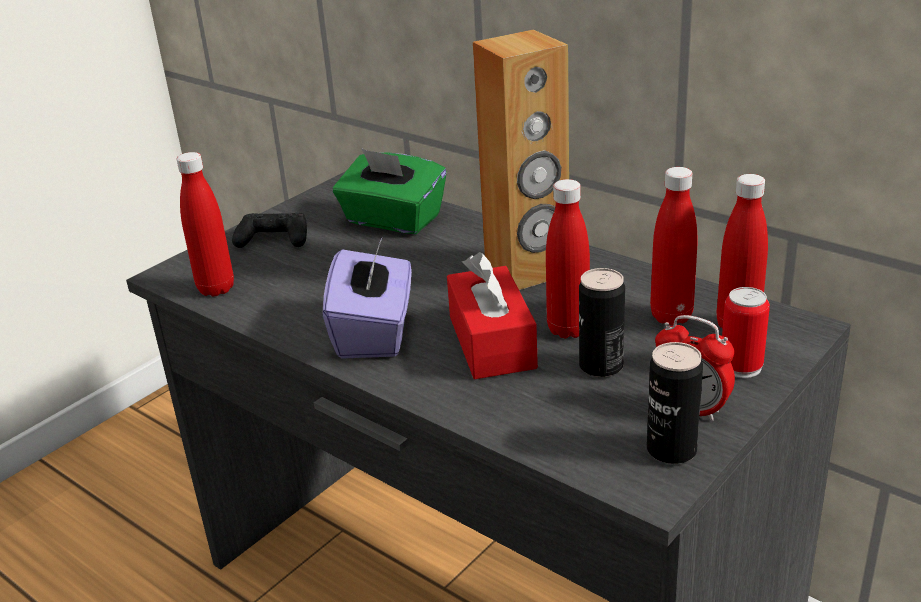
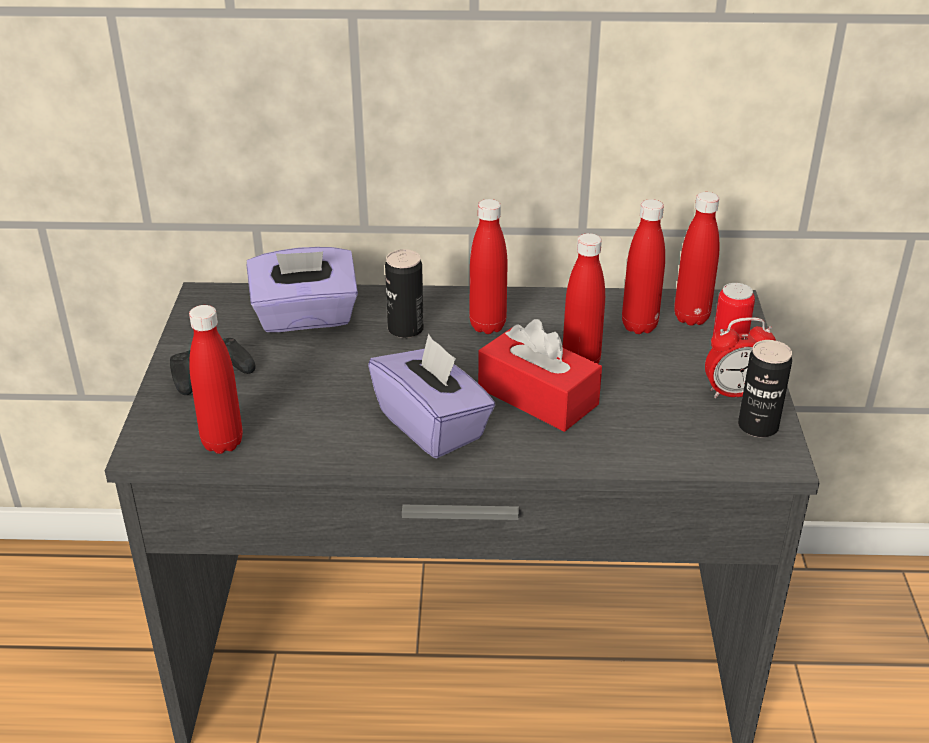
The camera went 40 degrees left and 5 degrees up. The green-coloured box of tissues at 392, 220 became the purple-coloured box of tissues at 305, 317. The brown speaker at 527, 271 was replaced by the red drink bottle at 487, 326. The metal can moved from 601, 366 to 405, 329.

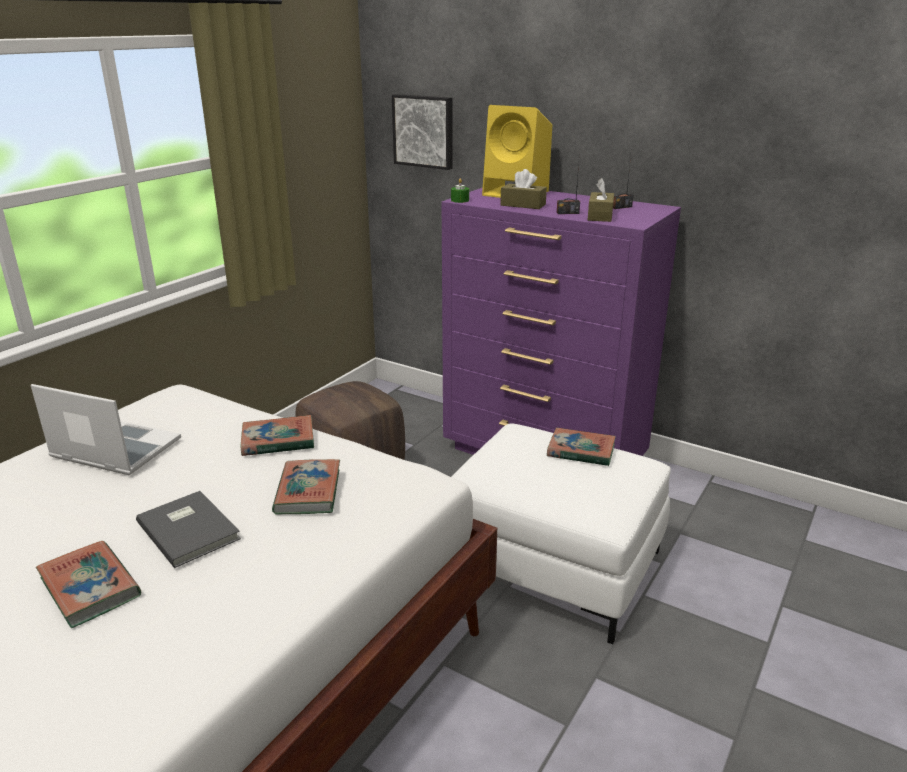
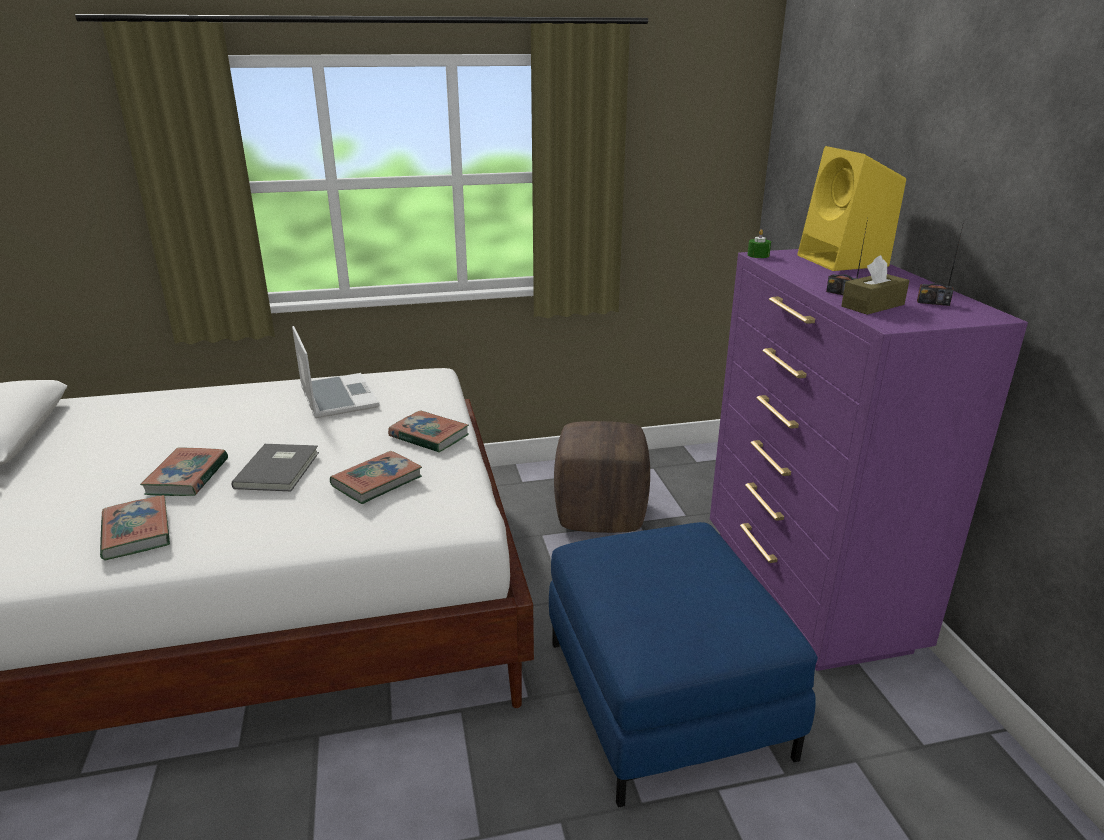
The camera went 45 degrees right and 0 degrees up. The wall picture at 424, 131 disappeared. The whitish ottoman at 553, 564 became the bluish ottoman at 665, 697. The brown box of tissues at 523, 205 disappeared. The volume moved from 581, 451 to 136, 532.

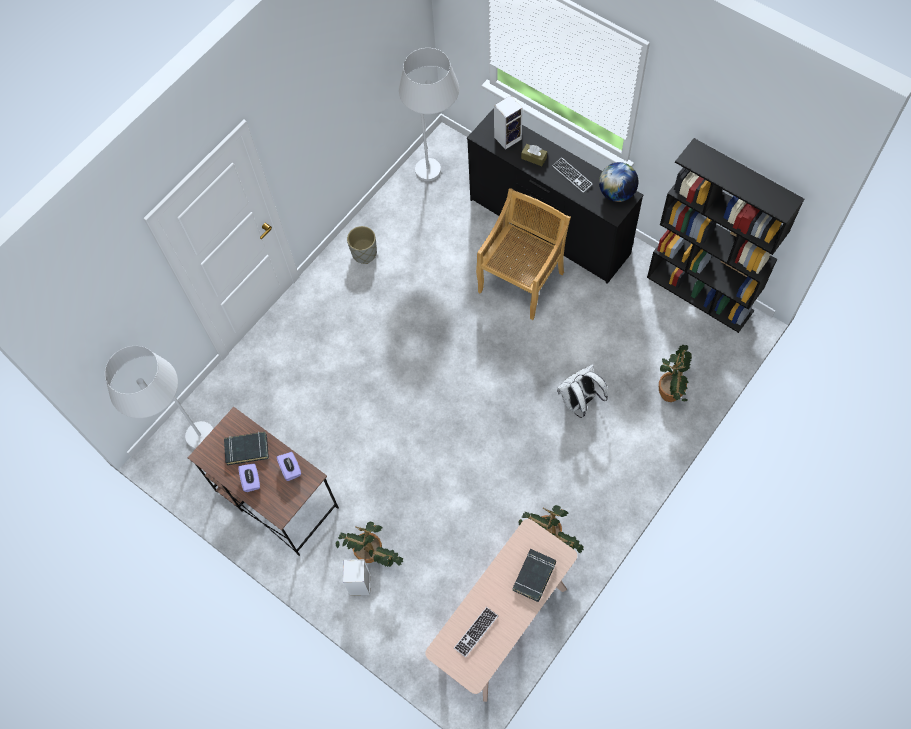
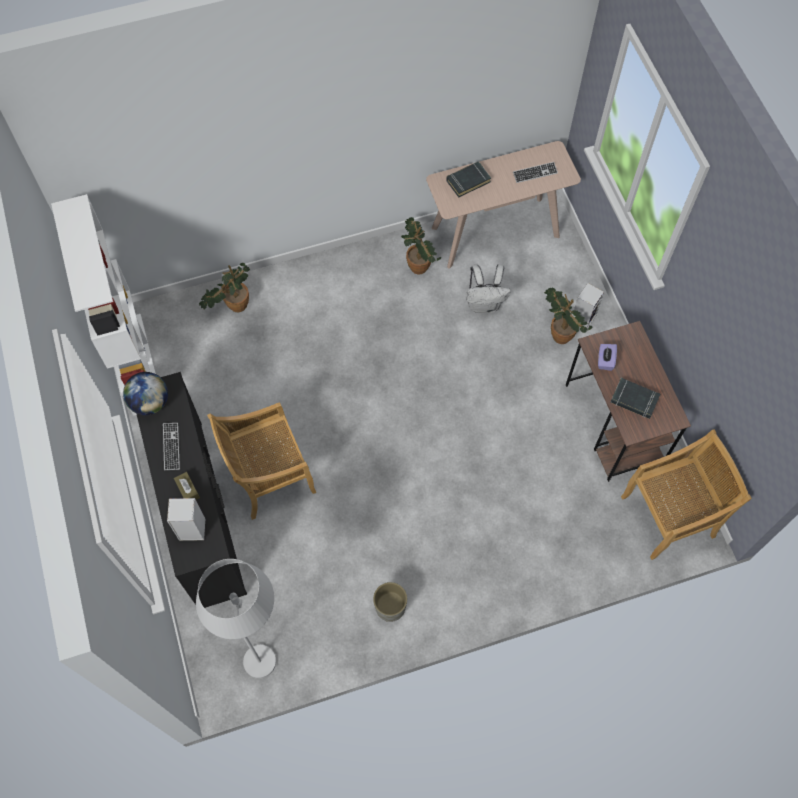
The camera went 150 degrees left and 0 degrees up. The whitish standard lamp at 190, 448 was replaced by the sand-coloured plain chair at 669, 515. The purple-coloured box of tissues at 251, 480 disappeared. The whitish backpack moved from 579, 402 to 484, 304. The black-coloured bookcase at 700, 294 became the whitish bookcase at 136, 363.

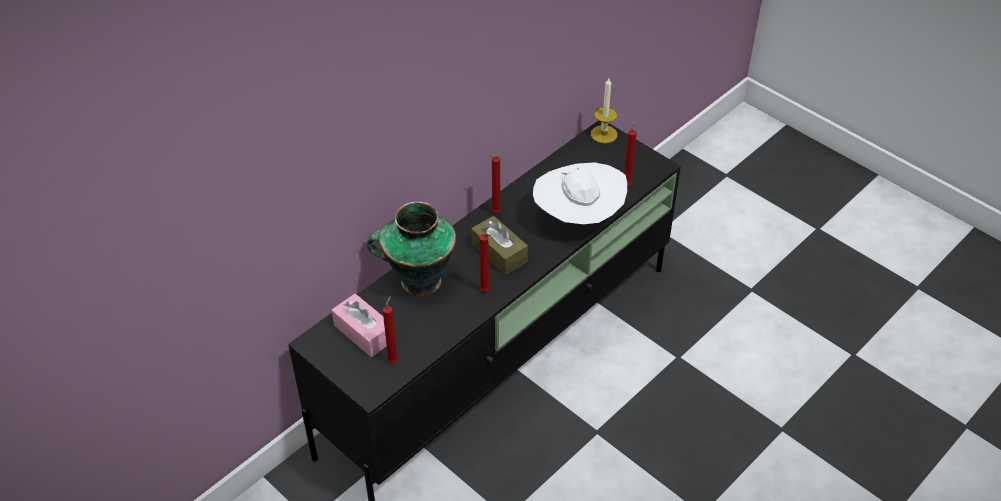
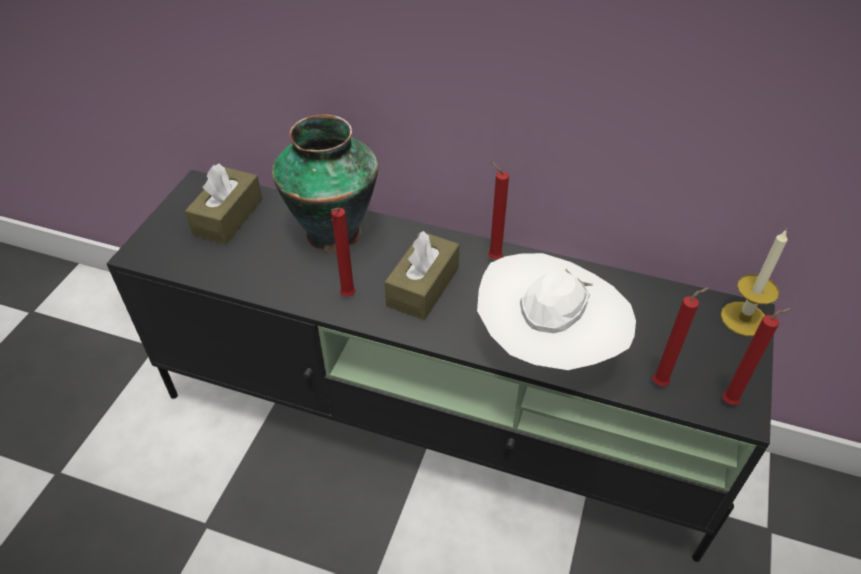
The camera went 65 degrees right and 0 degrees up. The pink-coloured box of tissues at 364, 333 became the brown box of tissues at 228, 217. The red wax candle moved from 393, 360 to 732, 401.

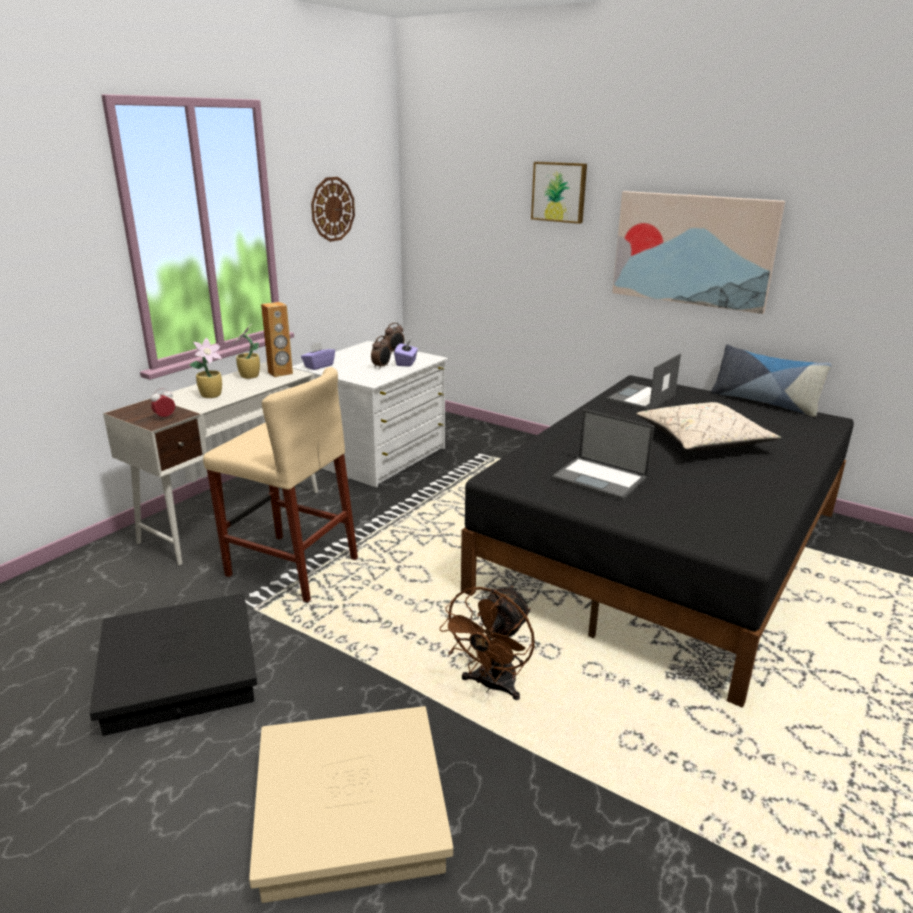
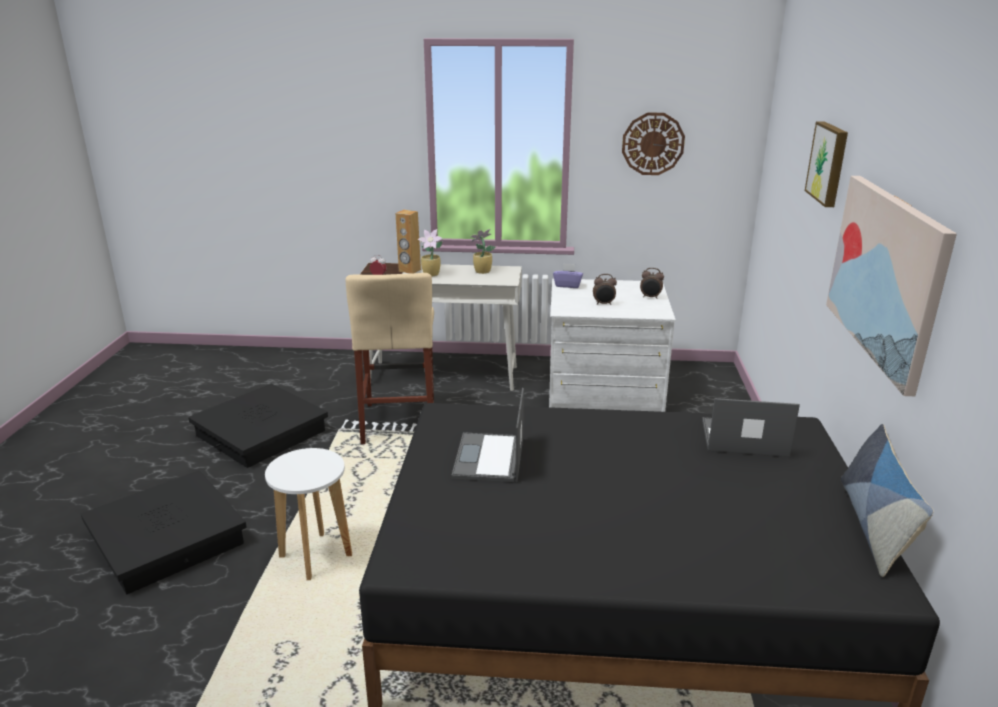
The camera went 60 degrees right and 0 degrees up. The sand-coloured storage box at 350, 809 became the black-coloured storage box at 168, 539. The brown speaker moved from 280, 373 to 409, 270. The purple-coloured box of tissues at 406, 363 disappeared. The brown cooling fan at 492, 686 was replaced by the whitish sitting stool at 316, 557. The sand-coloured throw pillow at 702, 441 disappeared.

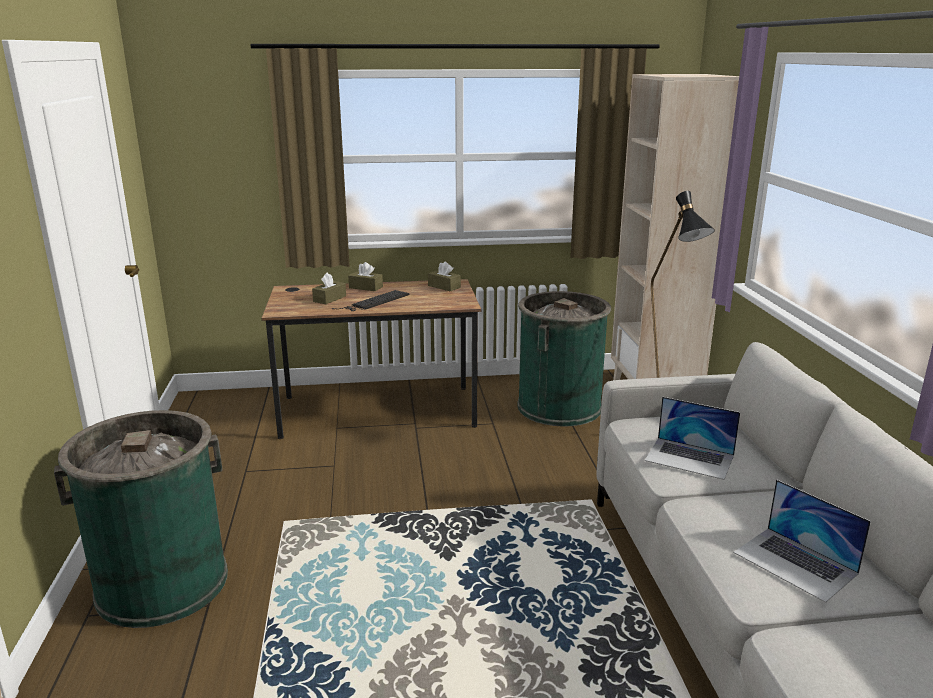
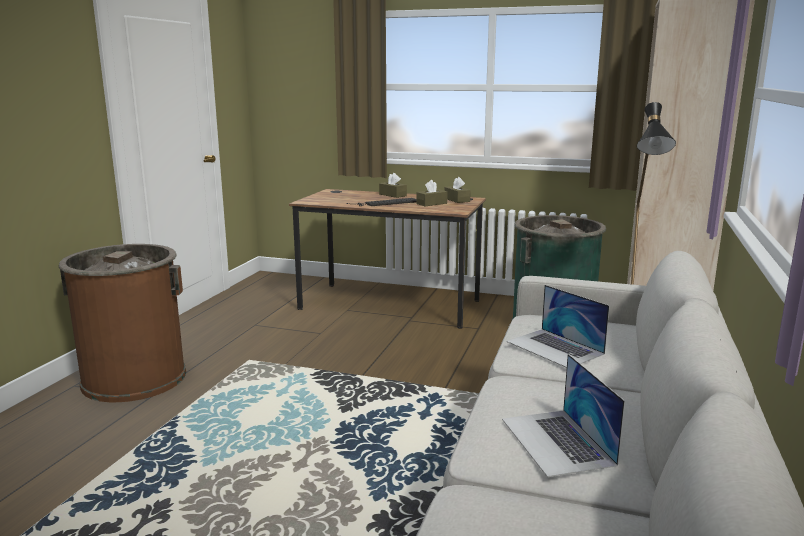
The camera went 25 degrees right and 5 degrees down. The green-coloured waste bin at 162, 583 became the brown waste bin at 134, 378. The brown box of tissues moved from 329, 299 to 431, 203.

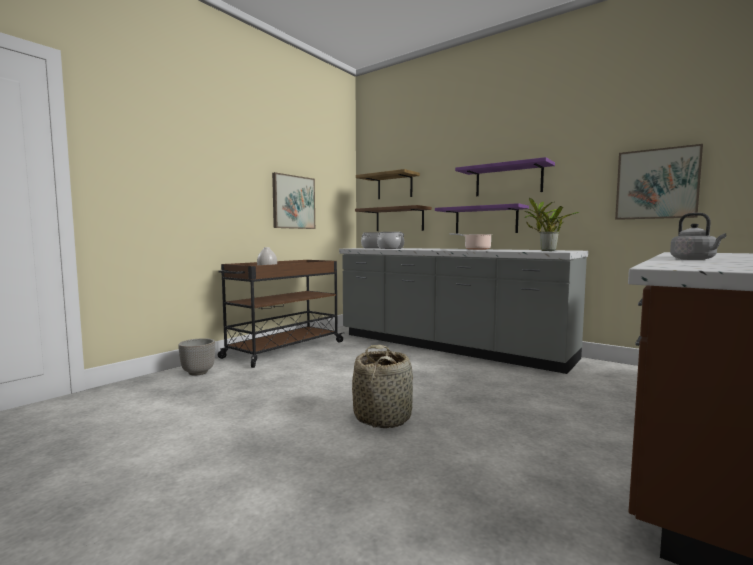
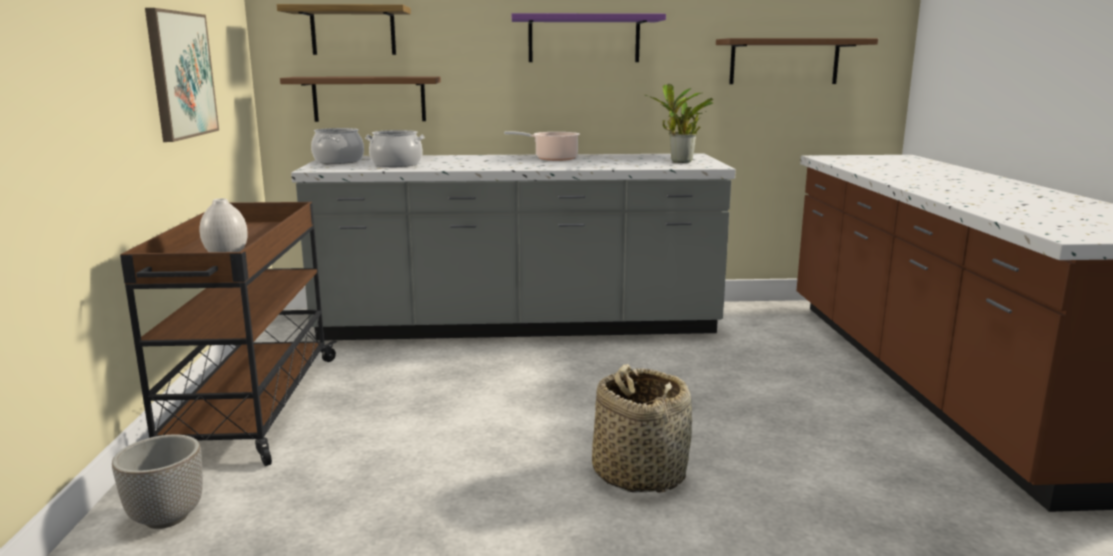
The camera went 40 degrees left and 10 degrees up. The purple-coloured bracket shelf at 486, 220 disappeared. The wall picture at 656, 184 was replaced by the brown bracket shelf at 784, 61. The grey kettle at 695, 259 disappeared.

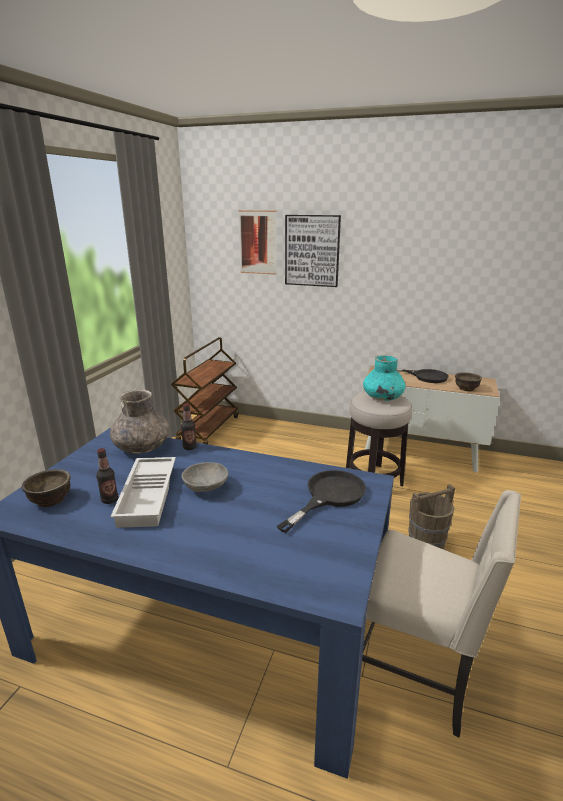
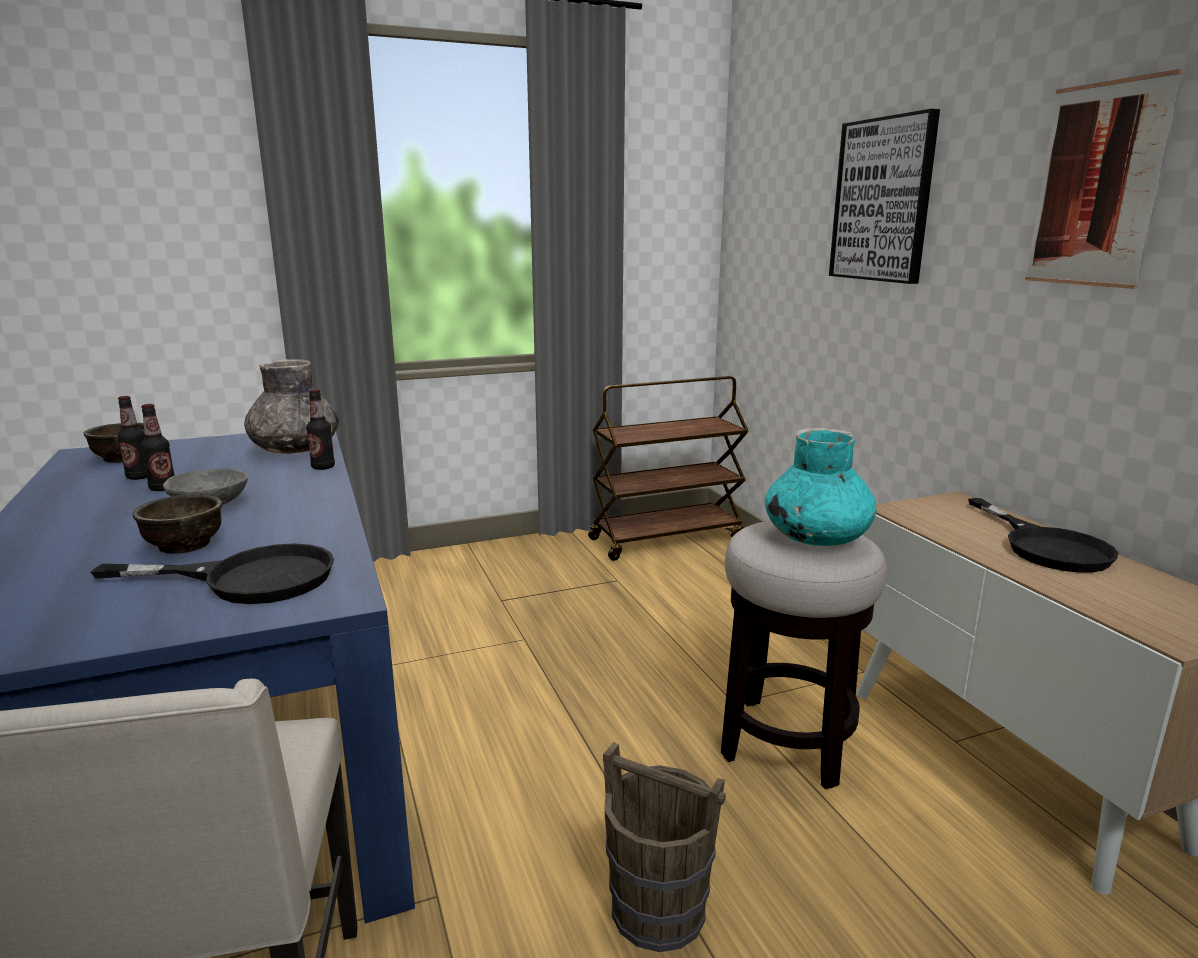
The camera went 50 degrees right and 5 degrees down. The whitish serving tray at 149, 496 was replaced by the drink bottle at 163, 488. The wall picture moved from 258, 242 to 1097, 186. The brown deep dish moved from 466, 388 to 184, 545.

